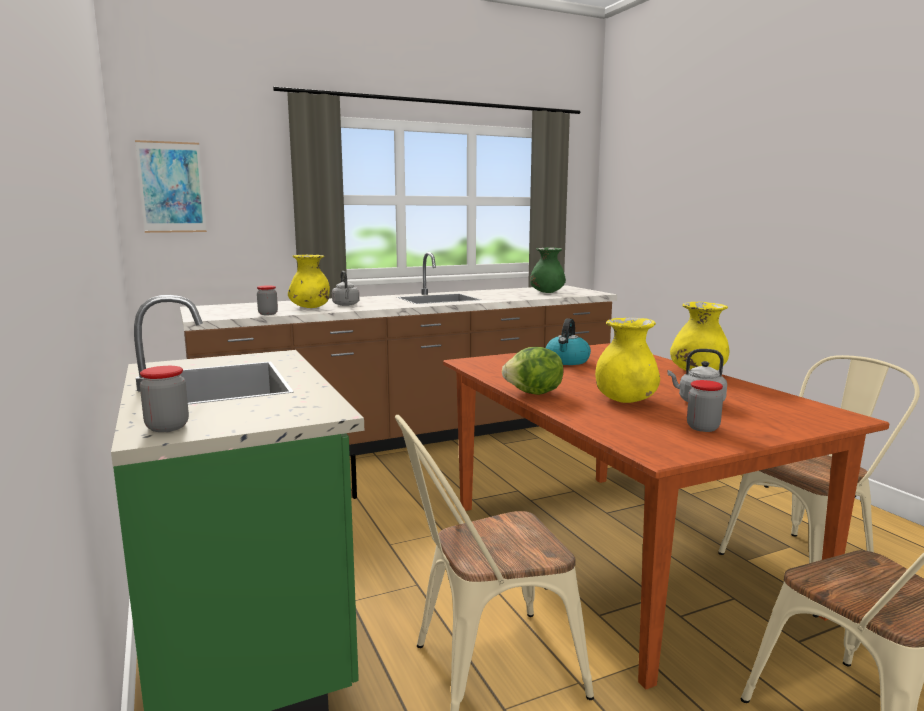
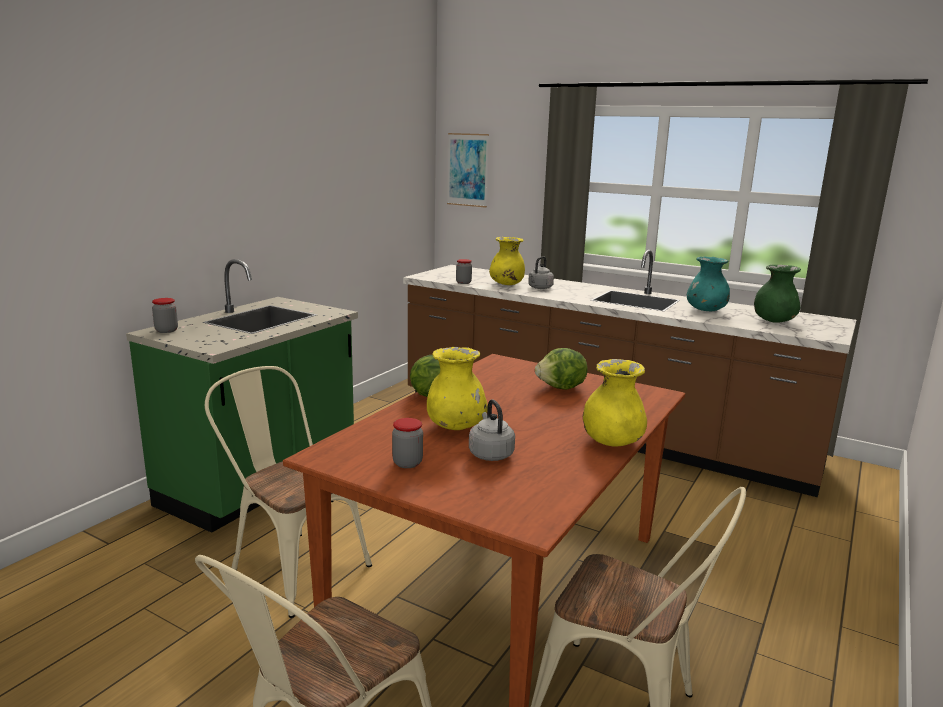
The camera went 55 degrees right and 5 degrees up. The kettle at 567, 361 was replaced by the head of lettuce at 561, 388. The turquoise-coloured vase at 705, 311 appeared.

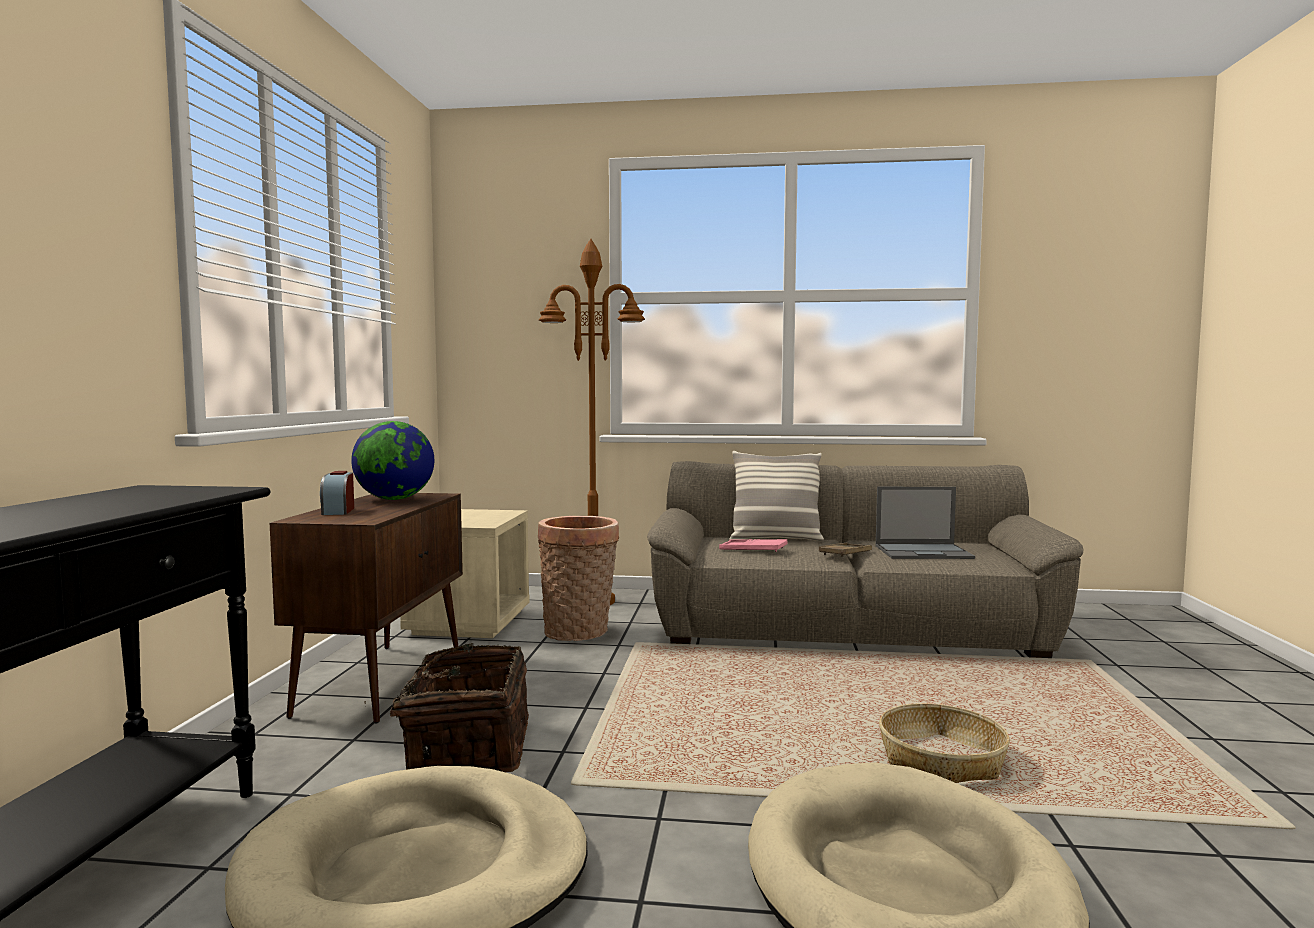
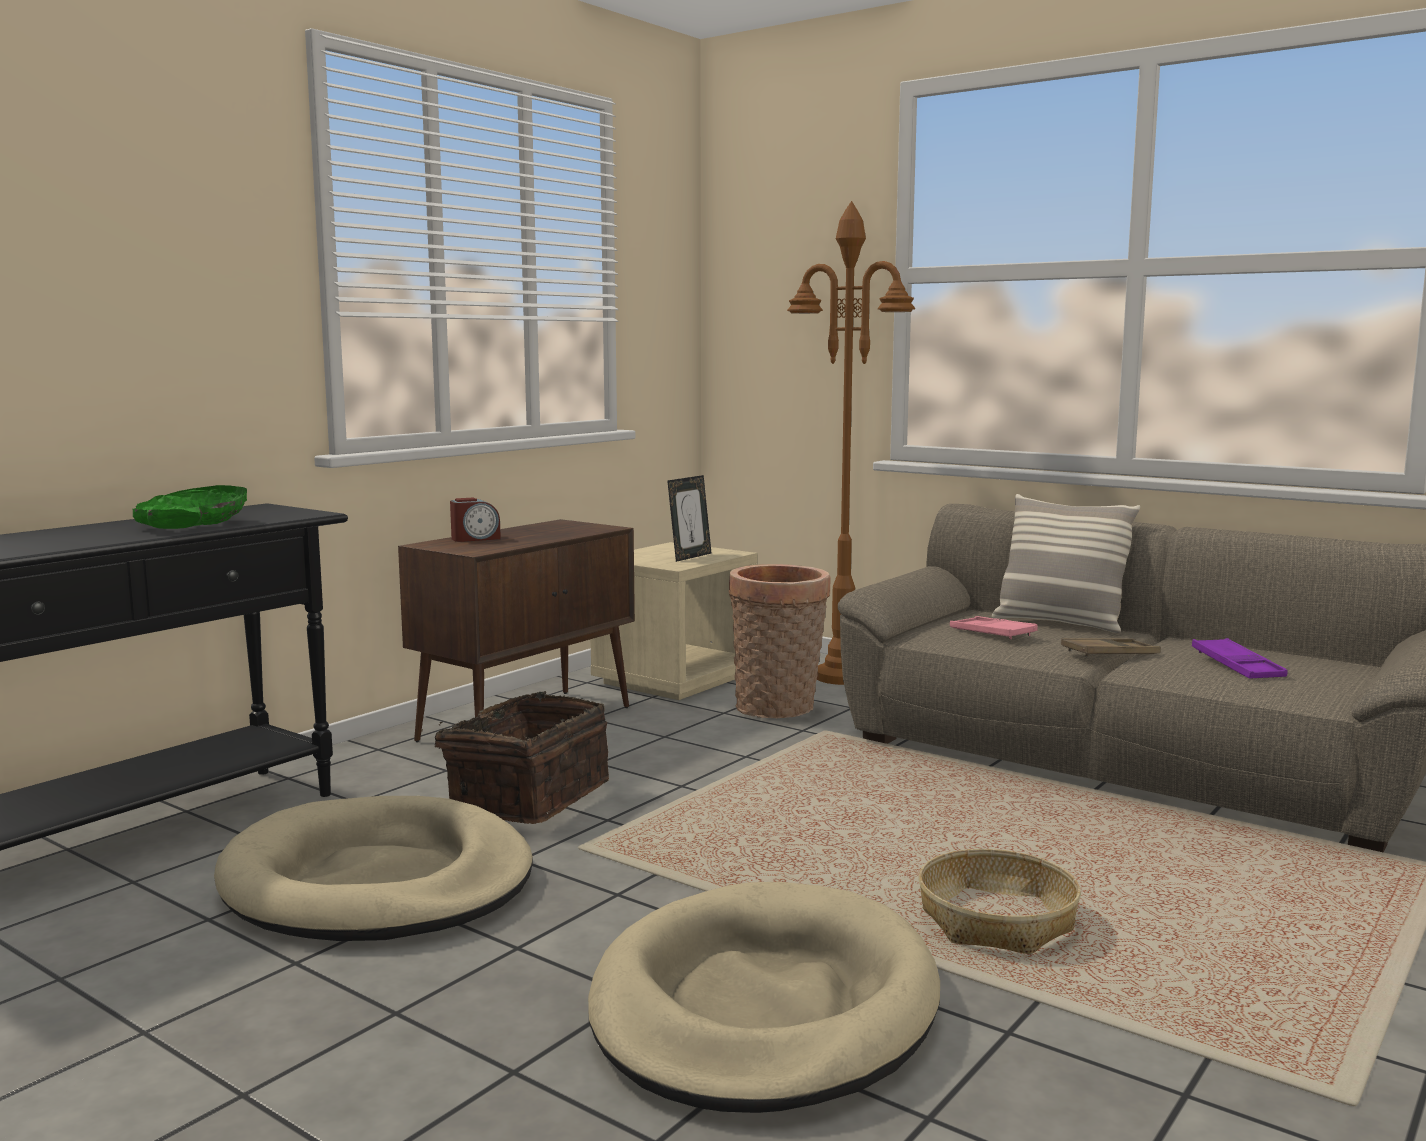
The camera went 30 degrees right and 5 degrees up. The bedside clock at 338, 511 turned 135 degrees counterclockwise. The world globe at 394, 499 disappeared. The portable computer at 924, 552 was replaced by the purple-coloured serving tray at 1237, 666. The green-coloured deep dish at 192, 525 appeared. The standing frame at 690, 557 appeared.

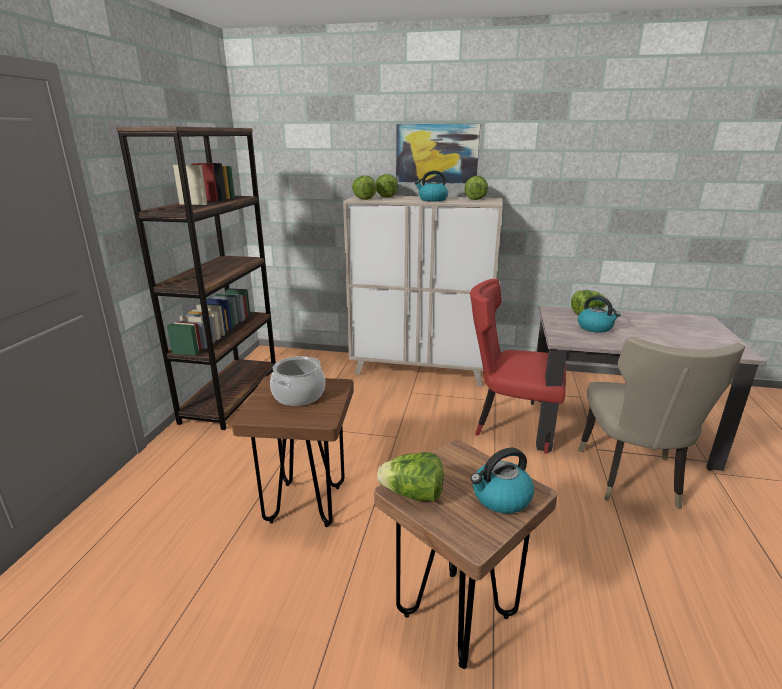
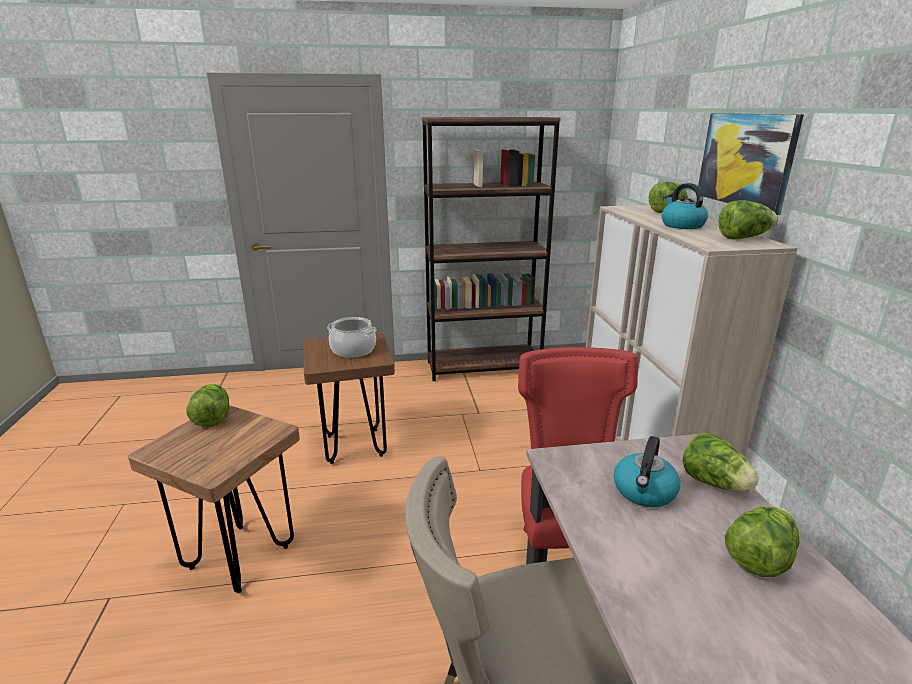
The camera went 70 degrees right and 0 degrees up. The head of lettuce moved from 362, 198 to 759, 558. The kettle at 500, 498 disappeared.

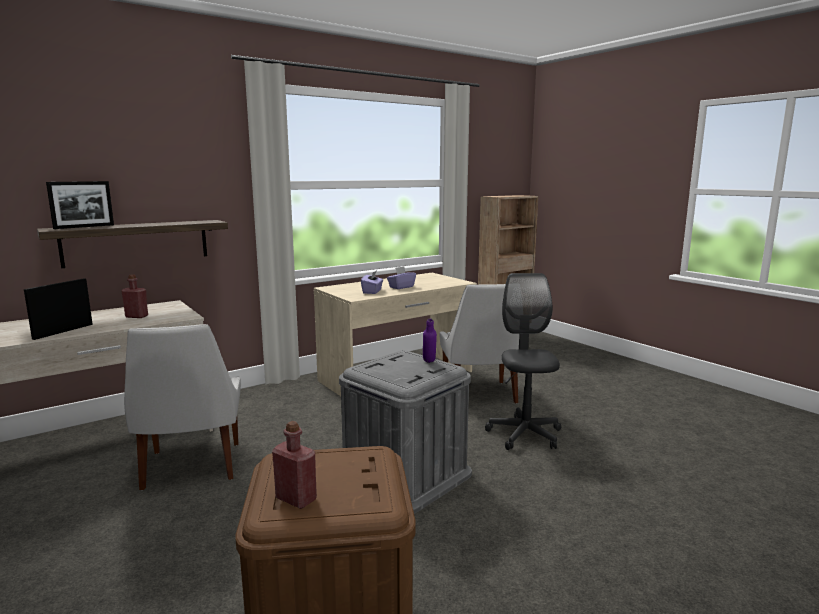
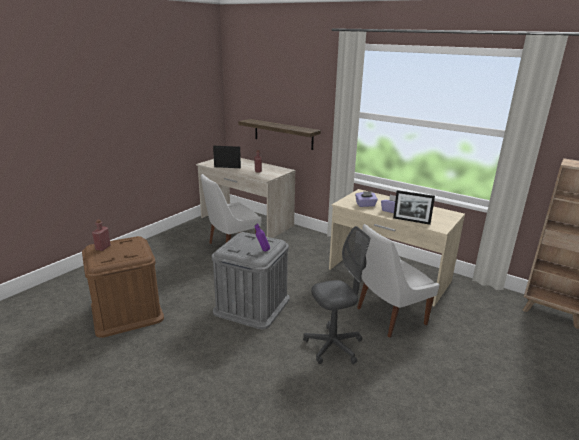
The camera went 70 degrees right and 10 degrees up. The standing frame moved from 84, 227 to 411, 221.

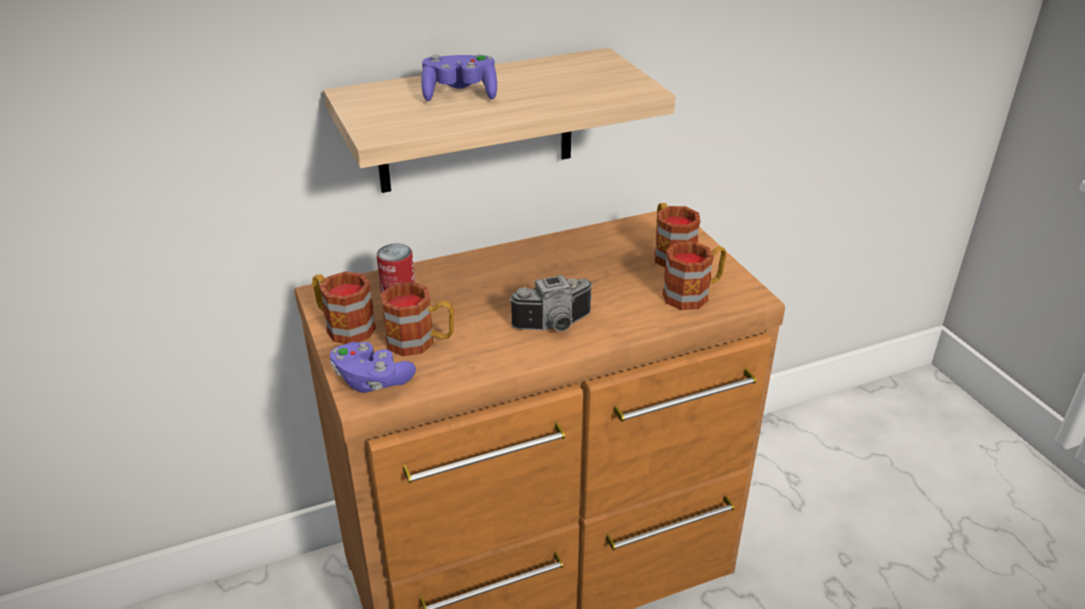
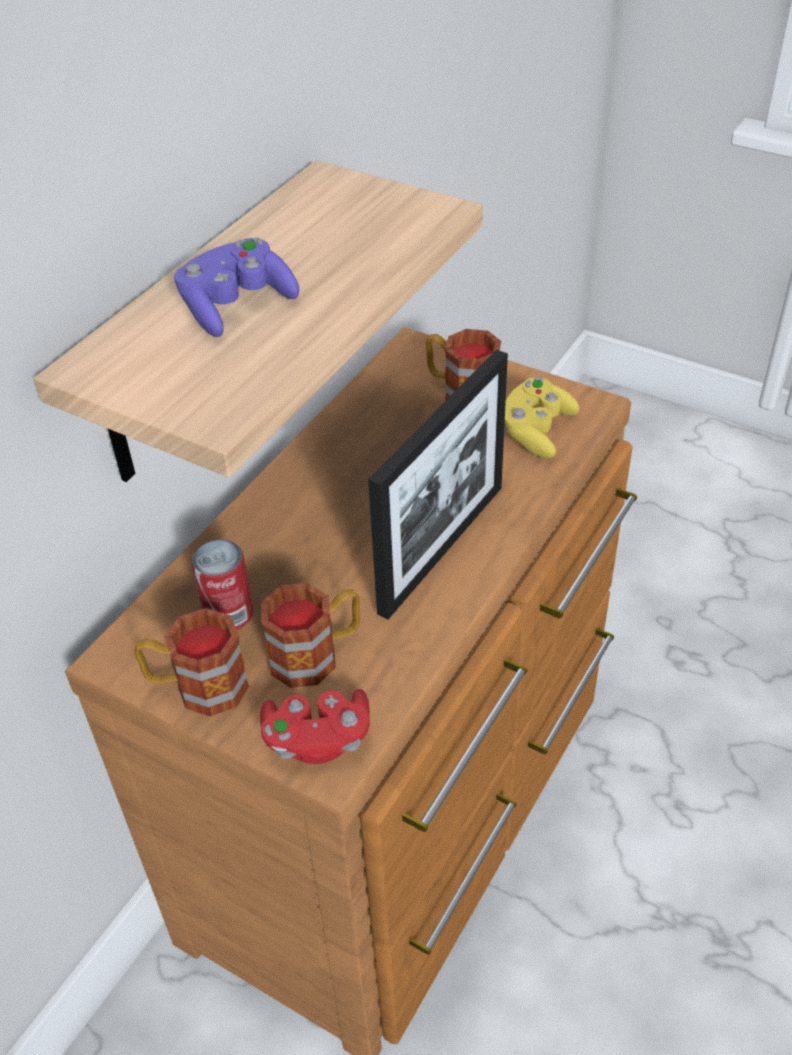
The camera went 35 degrees left and 10 degrees up. The purple-coloured joypad at 371, 380 became the red joypad at 317, 739. The still camera at 555, 326 was replaced by the standing frame at 442, 548. The tea mug at 693, 294 was replaced by the yellow joypad at 536, 431.

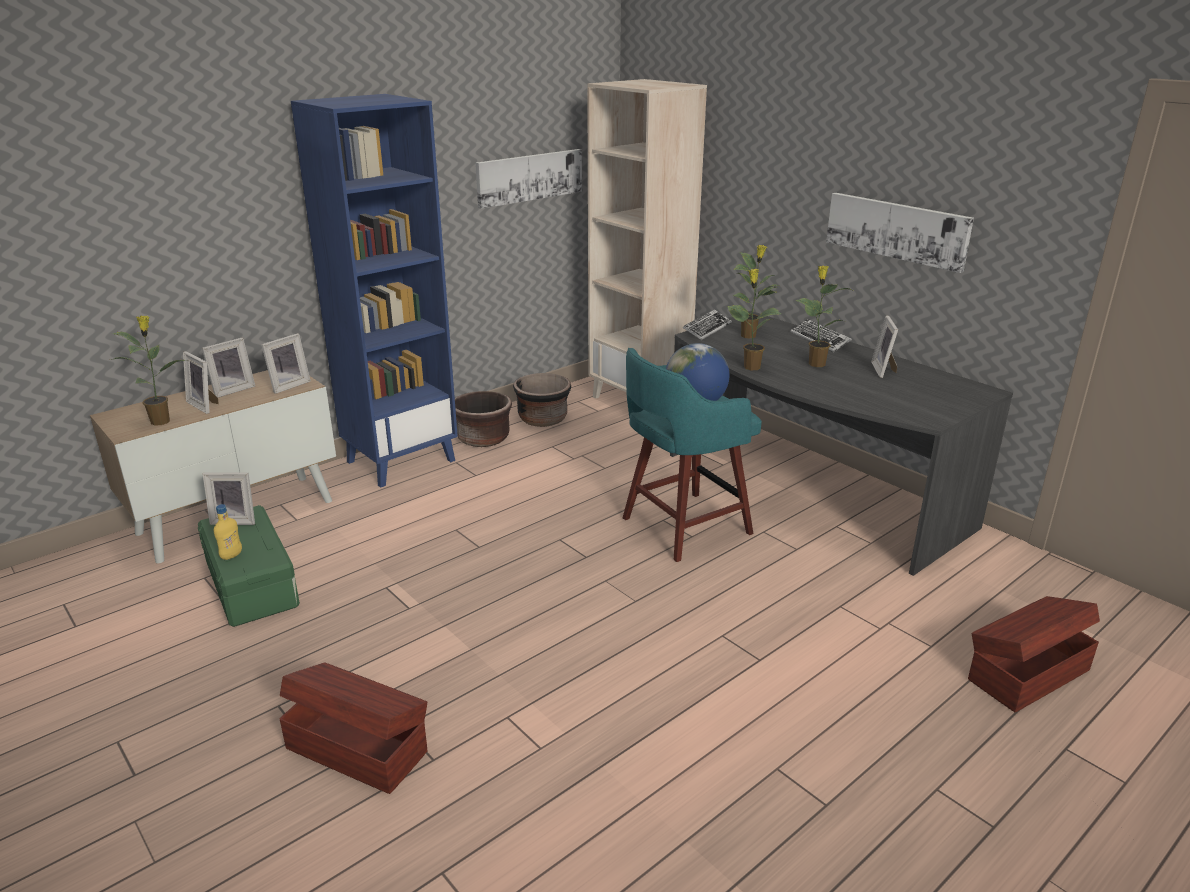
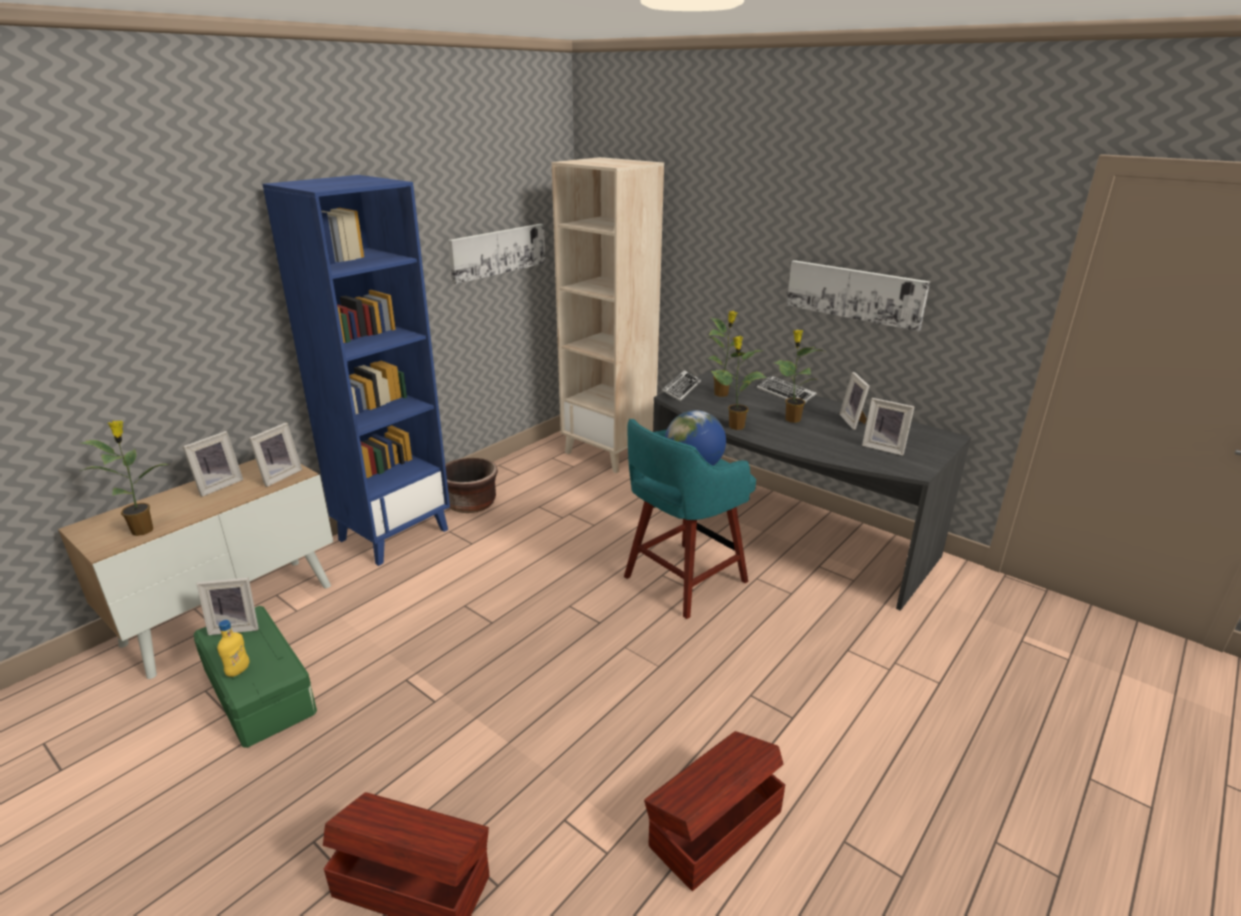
The camera went 10 degrees left and 0 degrees up. The standing frame moved from 205, 405 to 884, 447. The black-coloured planter at 543, 419 disappeared. The brown storage box moved from 1026, 674 to 713, 828.

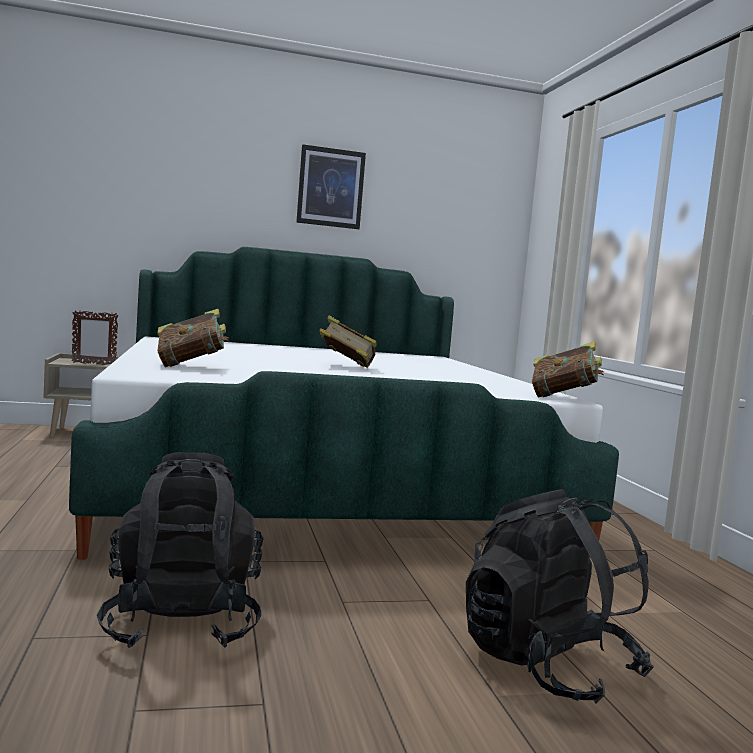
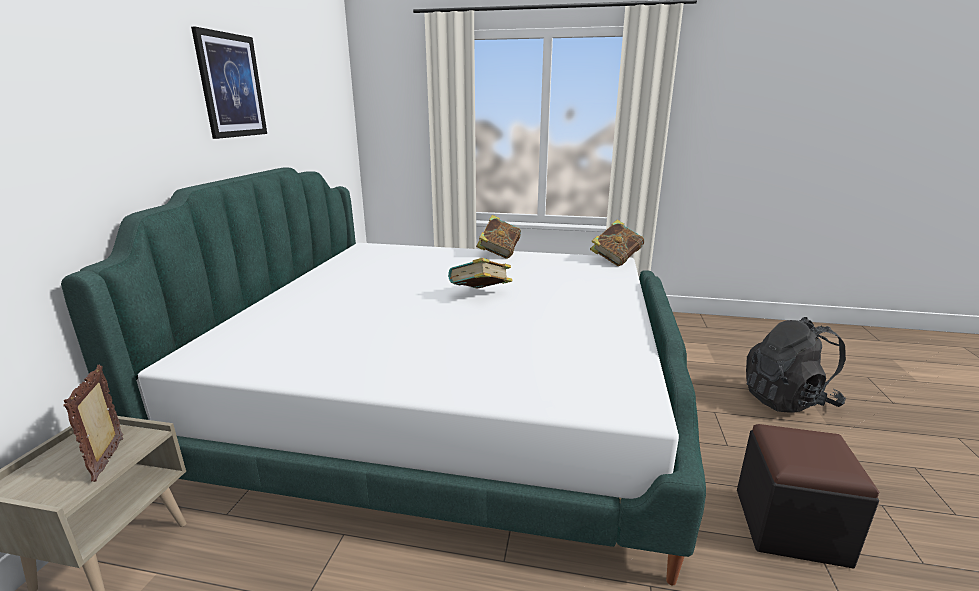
The camera went 65 degrees left and 15 degrees up. The standing frame at 93, 364 turned 150 degrees clockwise. The black-coloured backpack at 182, 623 was replaced by the black-coloured ottoman at 790, 526. The volume moved from 191, 366 to 499, 253.

